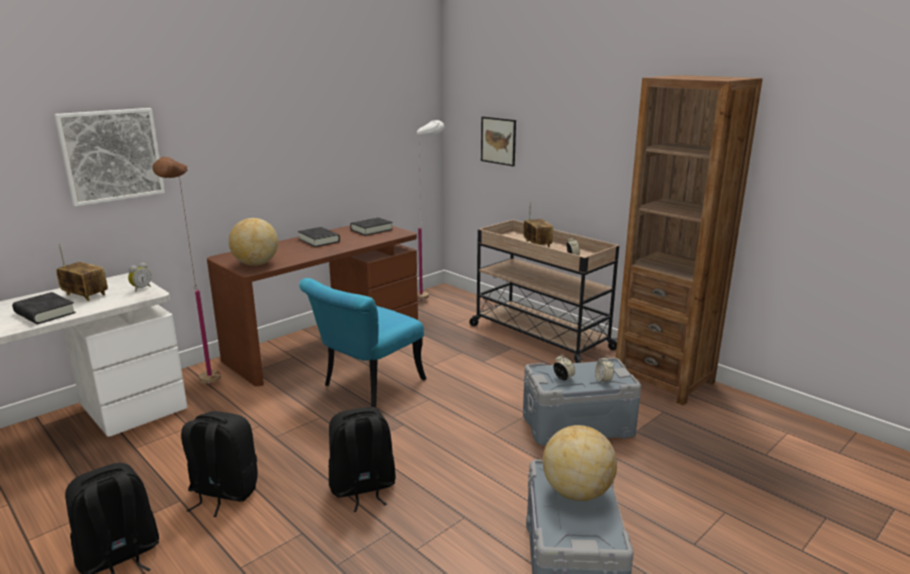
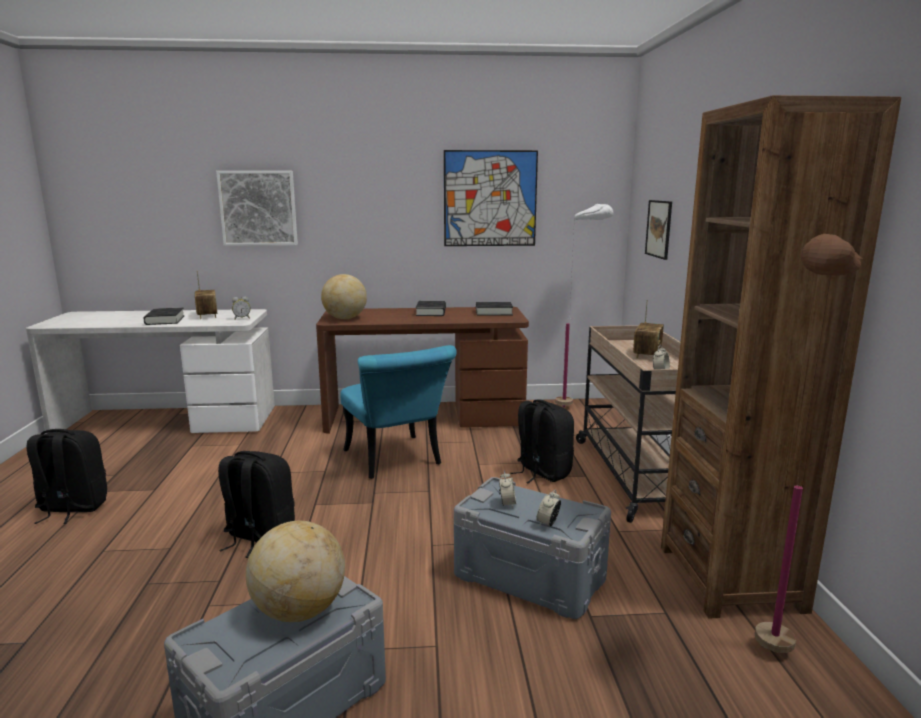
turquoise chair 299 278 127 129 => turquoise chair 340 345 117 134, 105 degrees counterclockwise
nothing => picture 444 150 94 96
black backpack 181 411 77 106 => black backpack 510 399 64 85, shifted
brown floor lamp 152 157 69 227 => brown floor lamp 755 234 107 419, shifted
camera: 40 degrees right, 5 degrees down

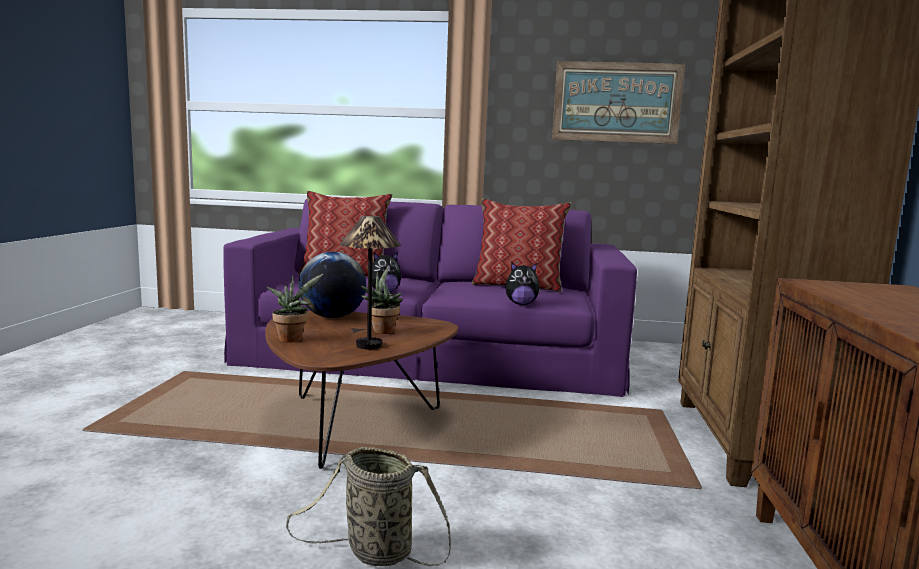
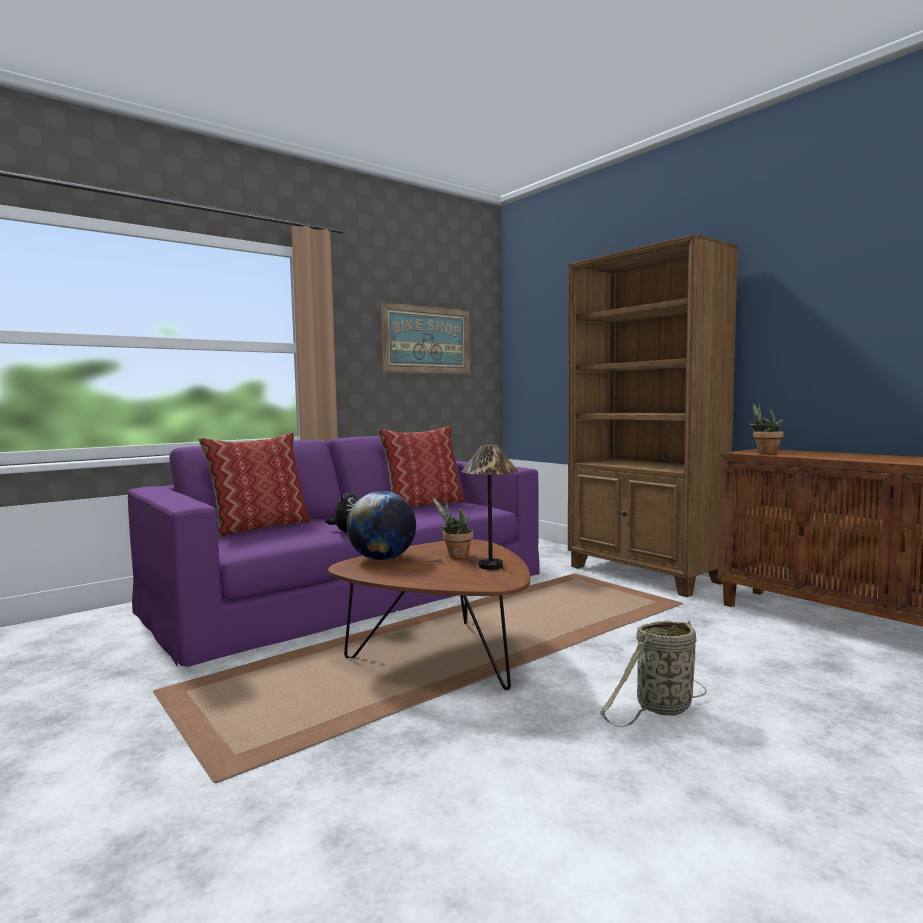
potted plant 267 274 56 69 => potted plant 749 404 34 50, shifted
plush toy 506 262 35 43 => nothing
camera: 45 degrees left, 5 degrees down

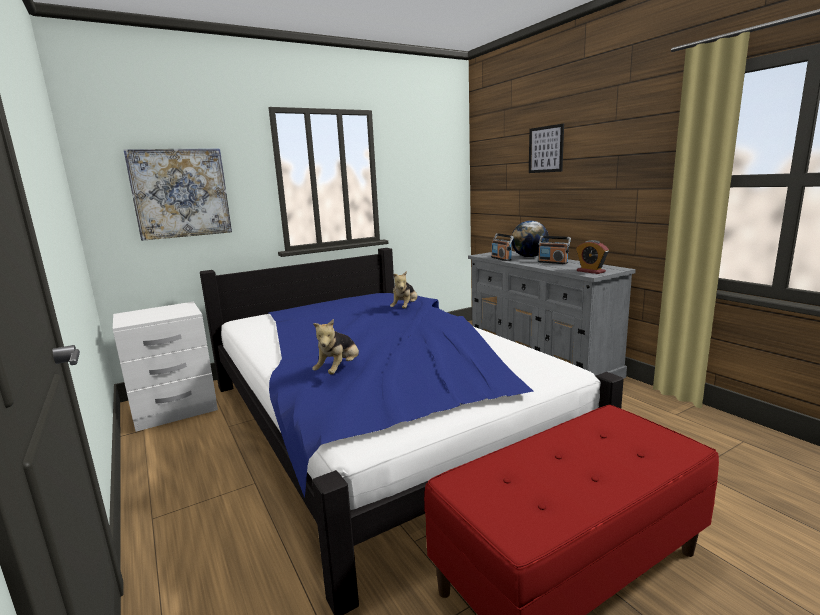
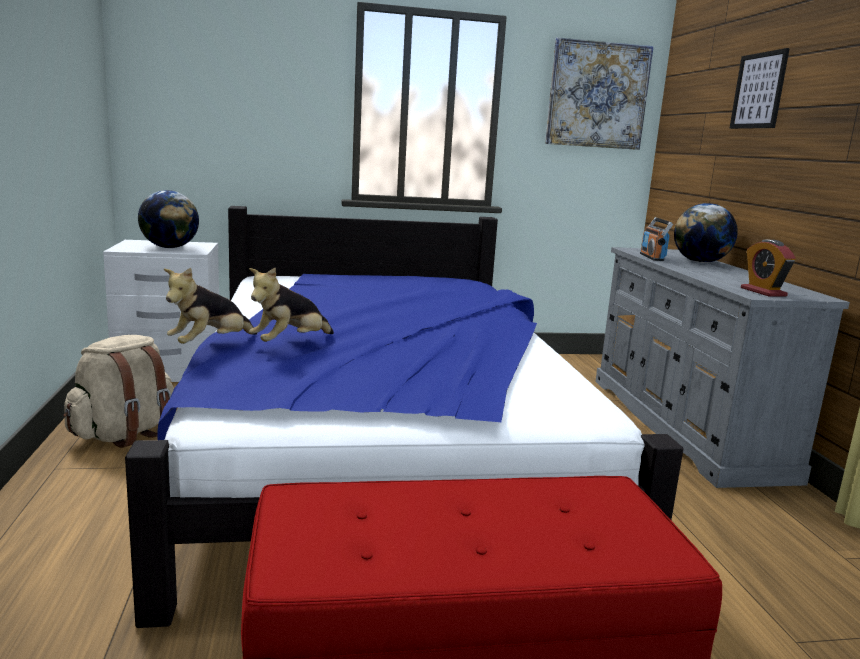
nothing => beige backpack 63 335 111 113
nothing => globe 138 190 61 58
plush toy 390 271 27 38 => plush toy 164 268 93 76, shifted
picture 124 148 108 93 => picture 545 37 109 113, shifted
radio 538 236 33 28 => nothing
camera: 20 degrees right, 0 degrees up

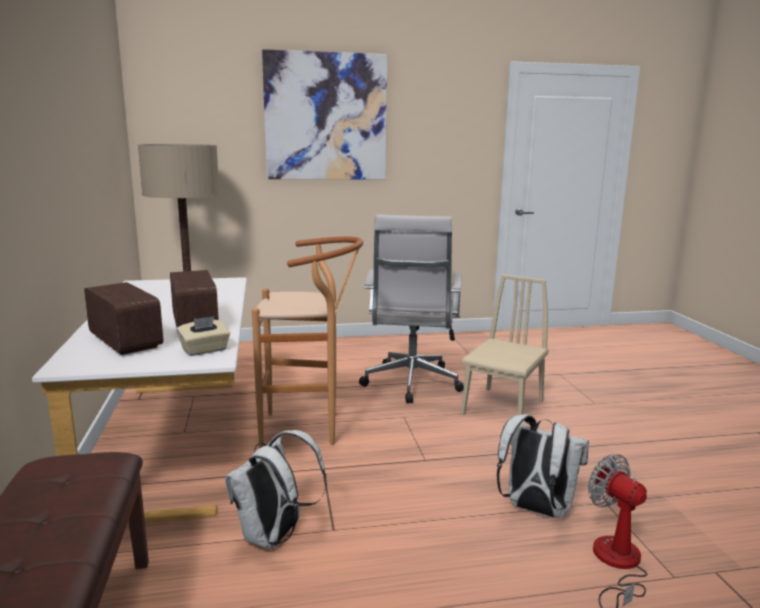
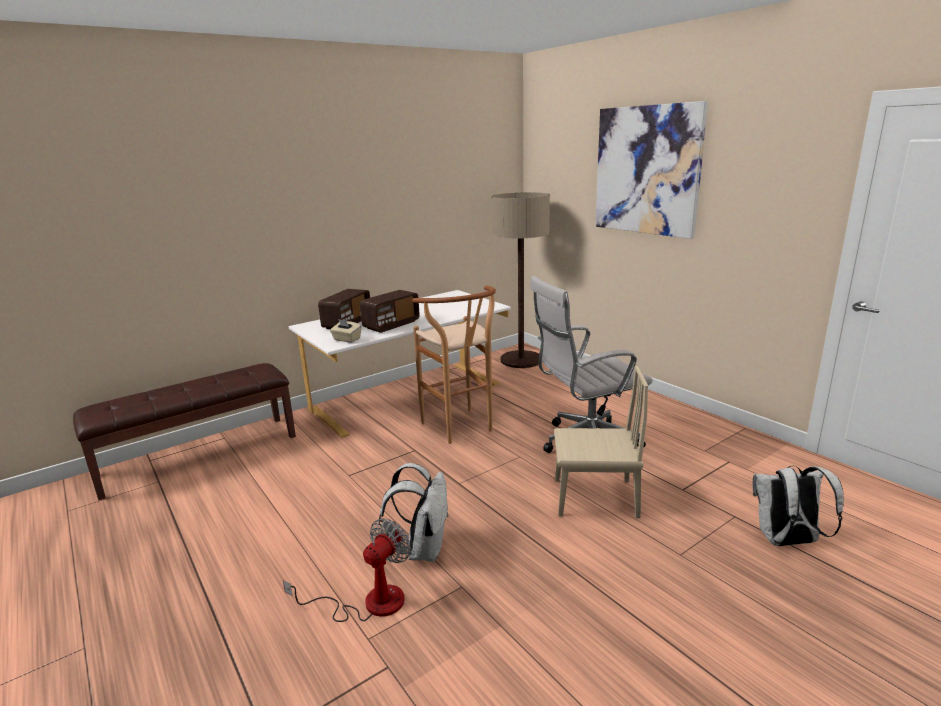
white backpack 225 430 102 119 => white backpack 753 466 91 80, shifted
camera: 65 degrees right, 5 degrees up

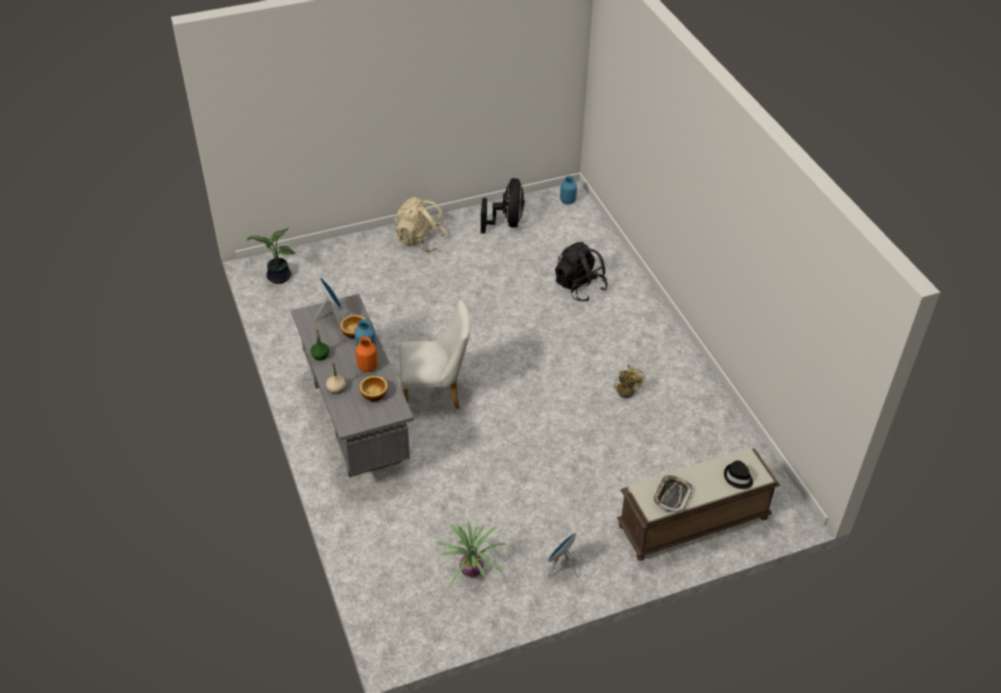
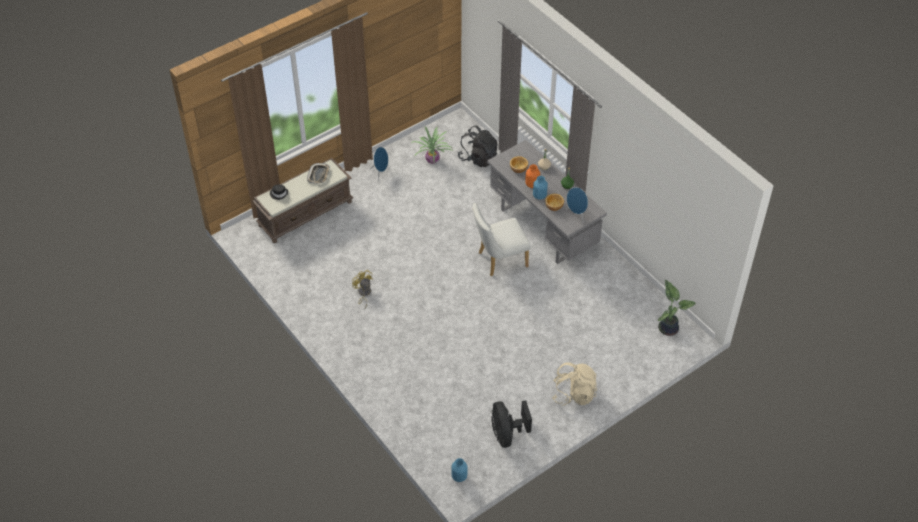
black backpack 555 242 53 59 => black backpack 458 126 40 41, shifted
camera: 165 degrees right, 5 degrees up

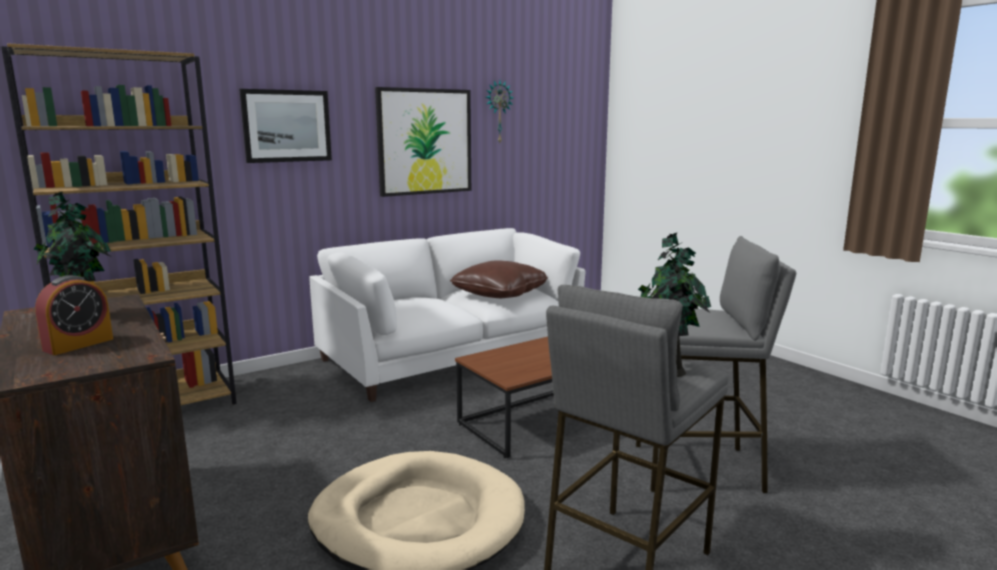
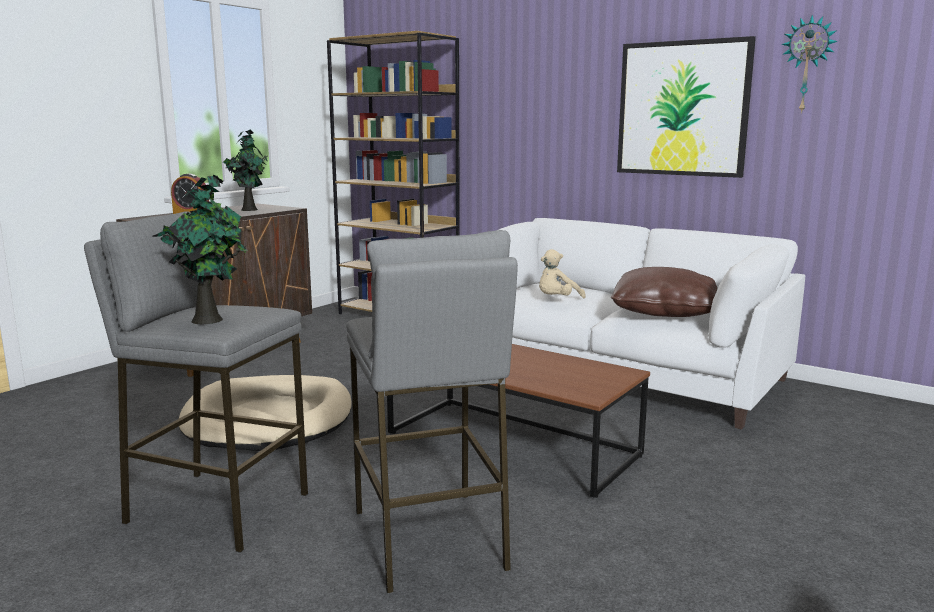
nothing => beige plush toy 539 249 47 49
picture 239 89 93 74 => nothing
camera: 70 degrees right, 0 degrees up

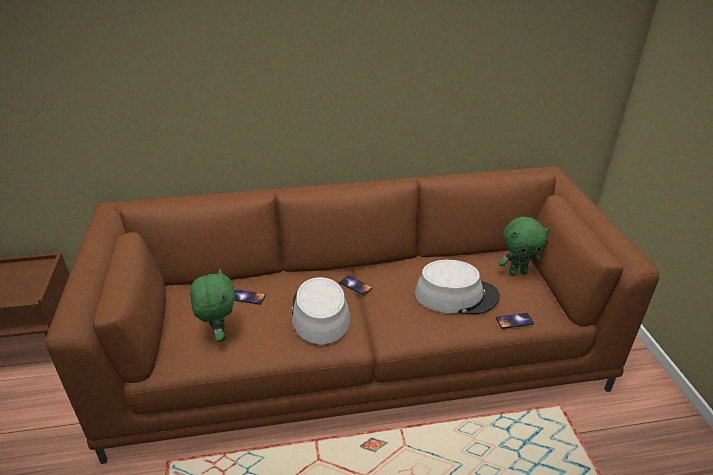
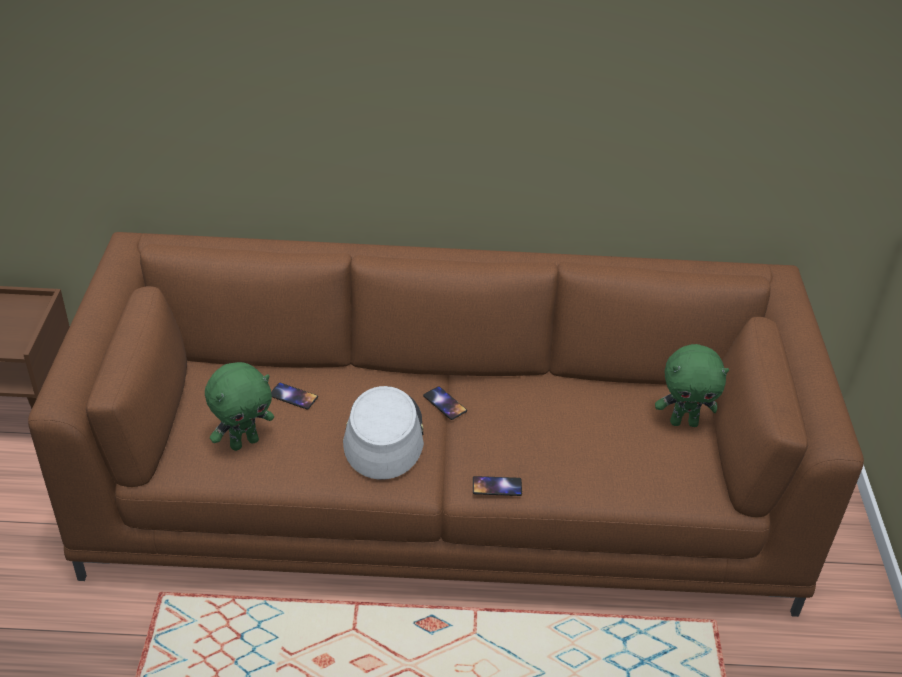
green plush toy 190 268 45 74 => green plush toy 205 362 69 89, 60 degrees clockwise
phone 496 313 38 16 => phone 473 476 49 20, shifted
grey hat 415 260 85 54 => nothing
camera: 10 degrees right, 5 degrees up

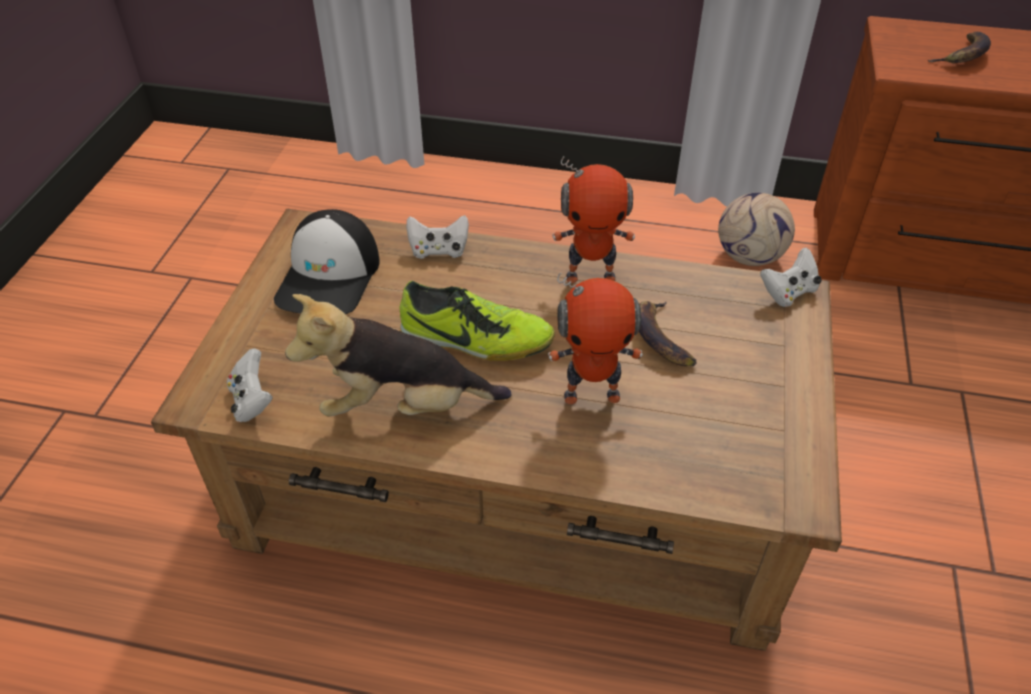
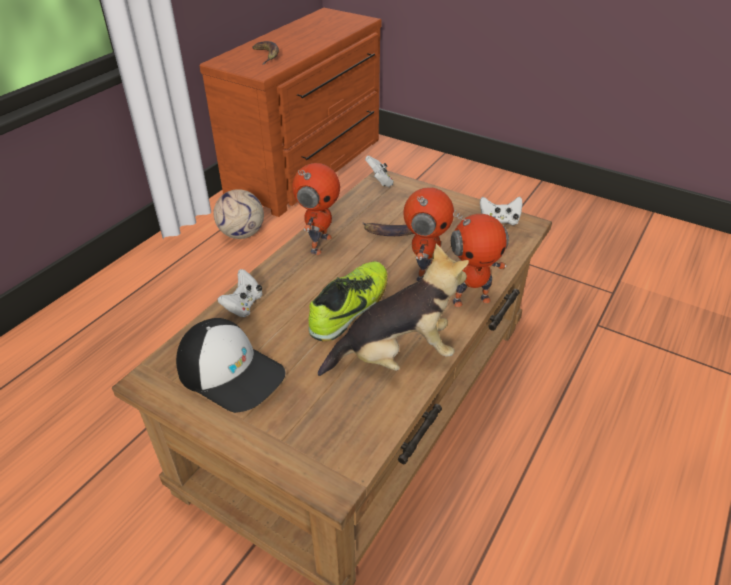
plush toy 285 294 227 123 => plush toy 318 243 151 133, 120 degrees counterclockwise
nothing => toy robot 451 210 58 97
white game controller 227 348 46 74 => white game controller 480 196 42 29, shifted
camera: 70 degrees left, 5 degrees down

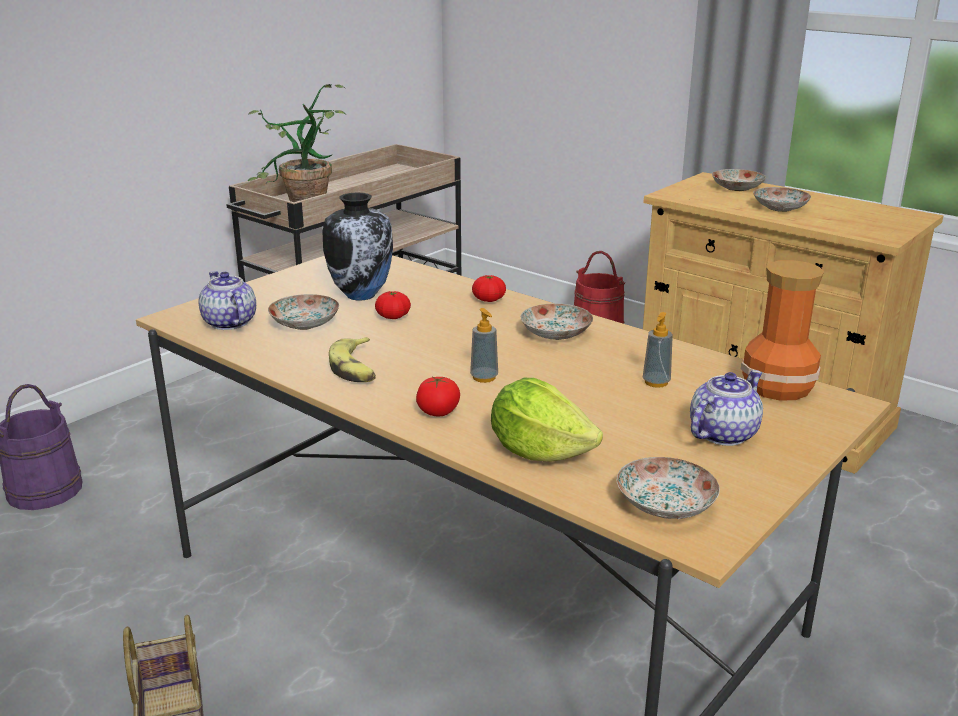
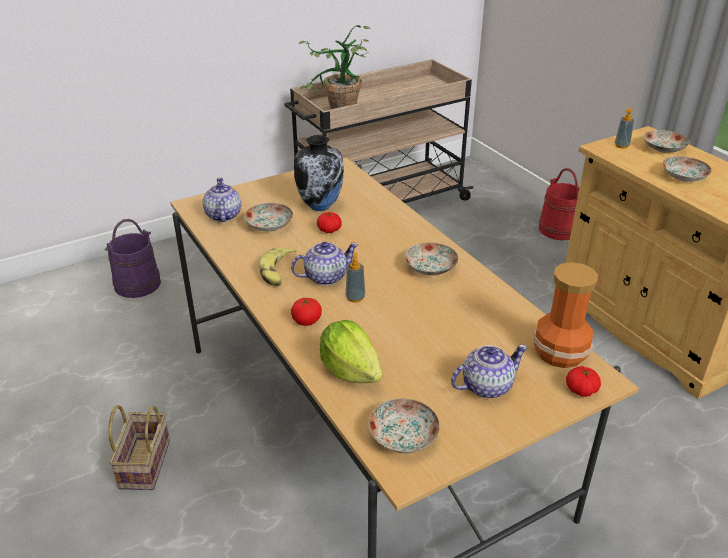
nothing => teapot 291 242 68 43
tomato 472 275 34 27 => tomato 566 366 35 31, shifted
soap dispenser 643 312 30 76 => soap dispenser 615 108 19 41, shifted
camera: 20 degrees right, 10 degrees up

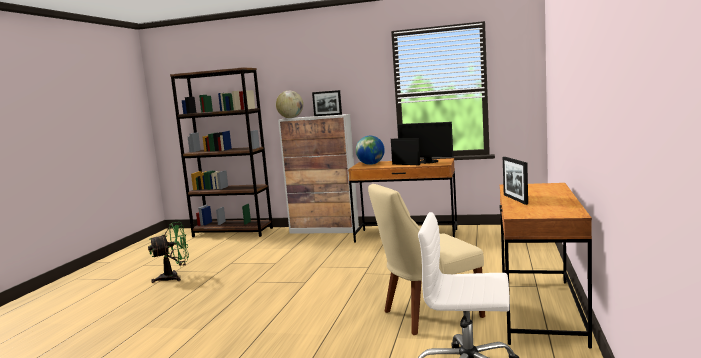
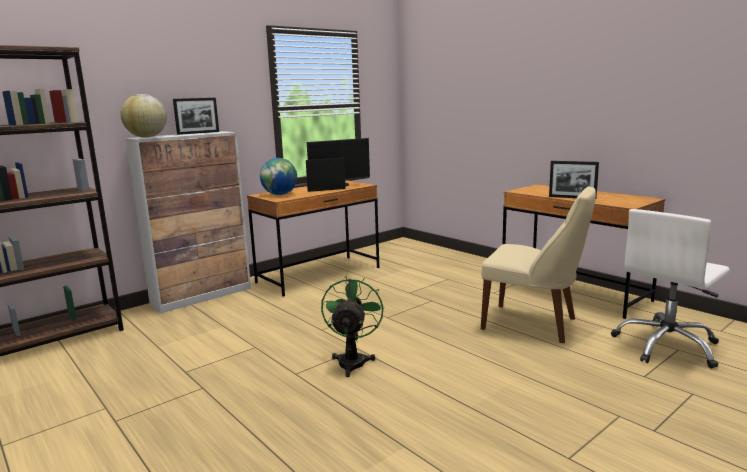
green fan 148 222 41 61 => green fan 321 276 63 101, shifted
beige chair 368 184 117 151 => beige chair 481 186 115 157, 75 degrees counterclockwise
camera: 55 degrees left, 5 degrees up

